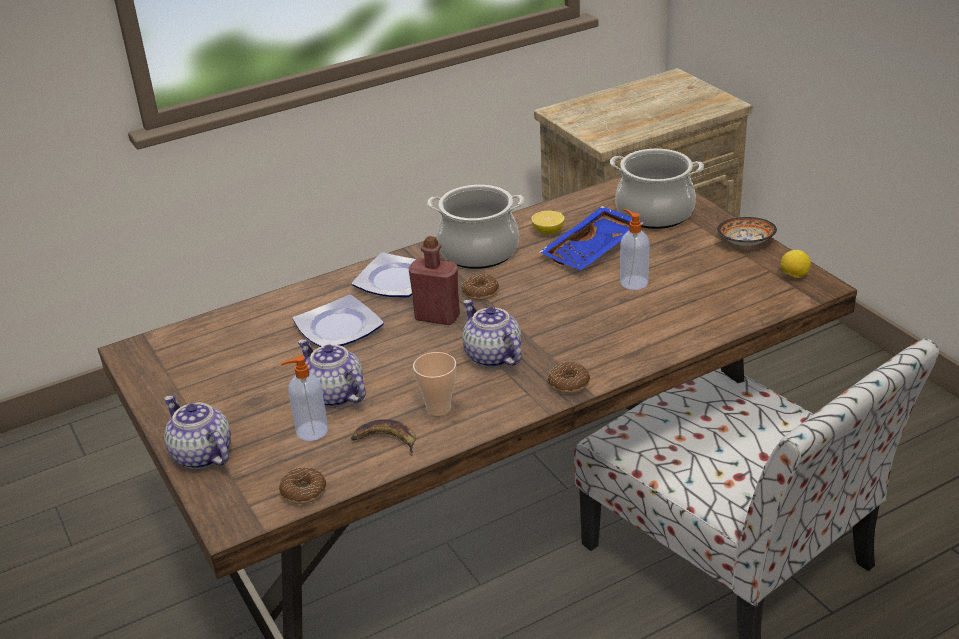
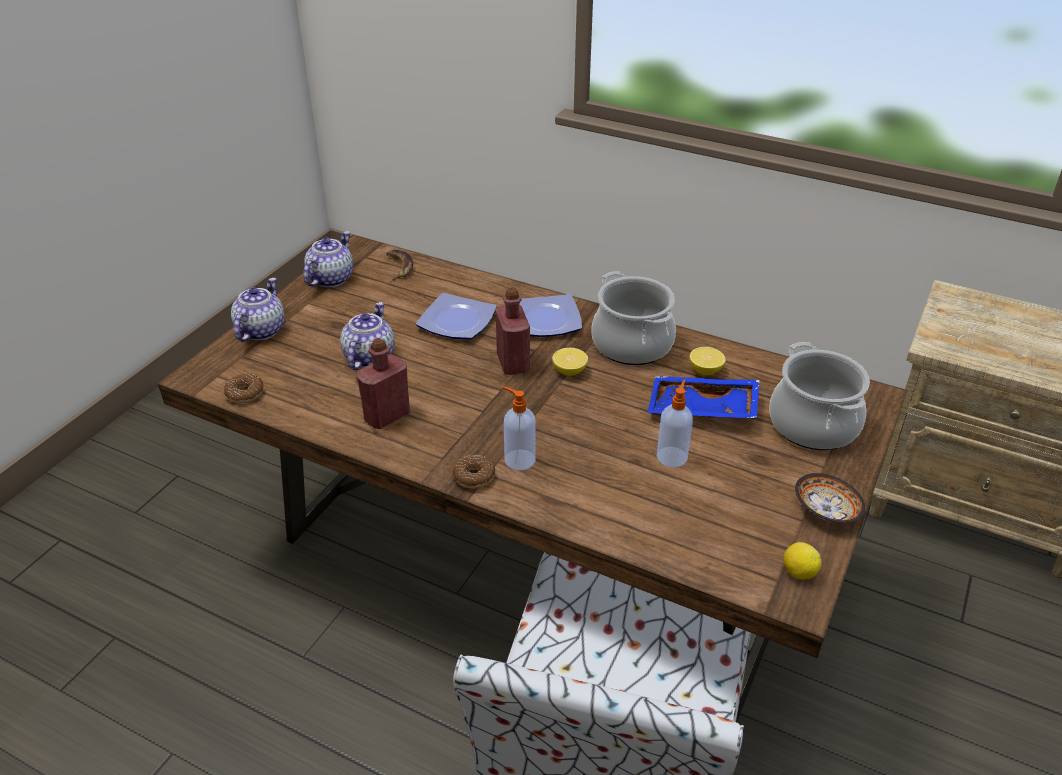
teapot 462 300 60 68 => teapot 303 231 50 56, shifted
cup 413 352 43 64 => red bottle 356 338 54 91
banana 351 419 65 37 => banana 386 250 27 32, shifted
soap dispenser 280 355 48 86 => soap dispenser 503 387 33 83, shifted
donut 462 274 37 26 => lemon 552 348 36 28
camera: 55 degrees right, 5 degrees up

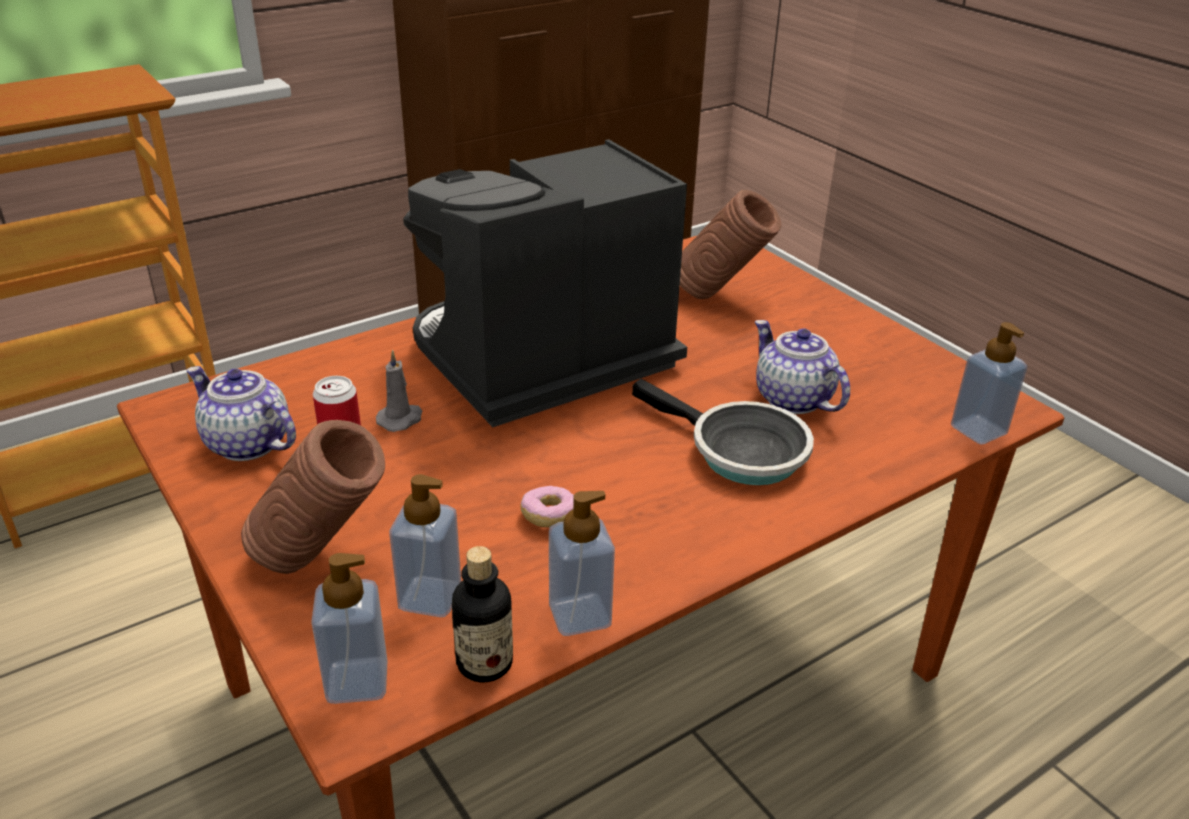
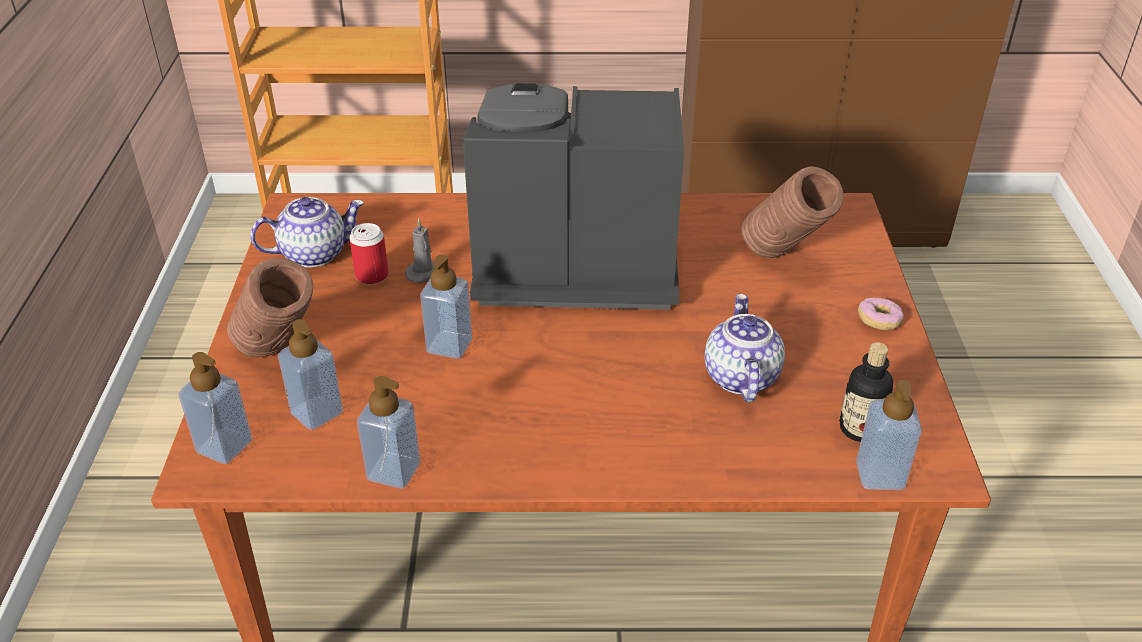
teapot 186 366 110 95 => teapot 251 197 113 70, 90 degrees clockwise
nothing => soap dispenser 420 255 52 104
bottle 452 546 61 136 => bottle 839 342 55 100, shifted
donut 520 486 54 41 => donut 858 298 46 32, shifted
frying pan 632 379 182 106 => nothing
camera: 35 degrees right, 5 degrees up

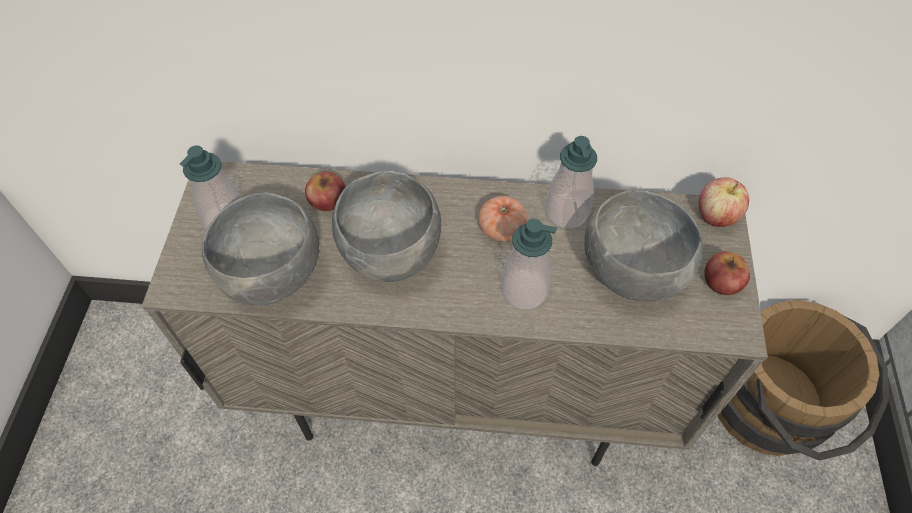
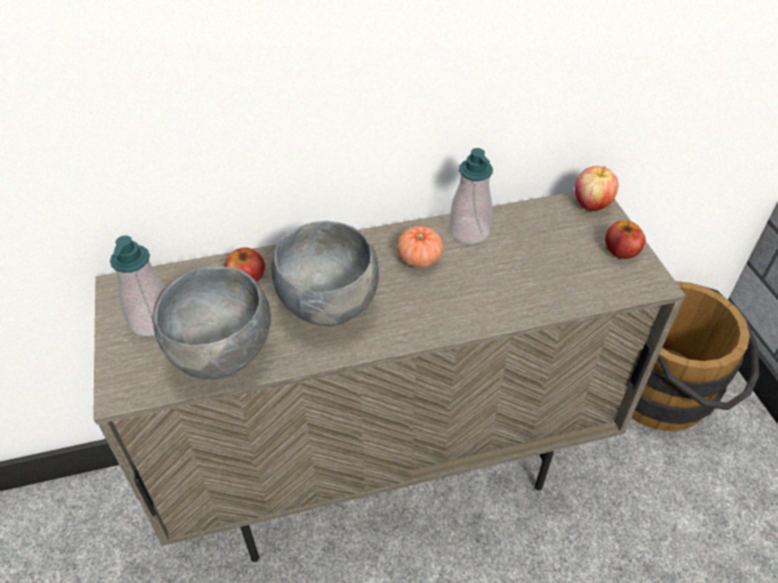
soap dispenser 501 219 56 91 => nothing
grey bowl 584 190 119 112 => nothing
camera: 20 degrees left, 10 degrees down

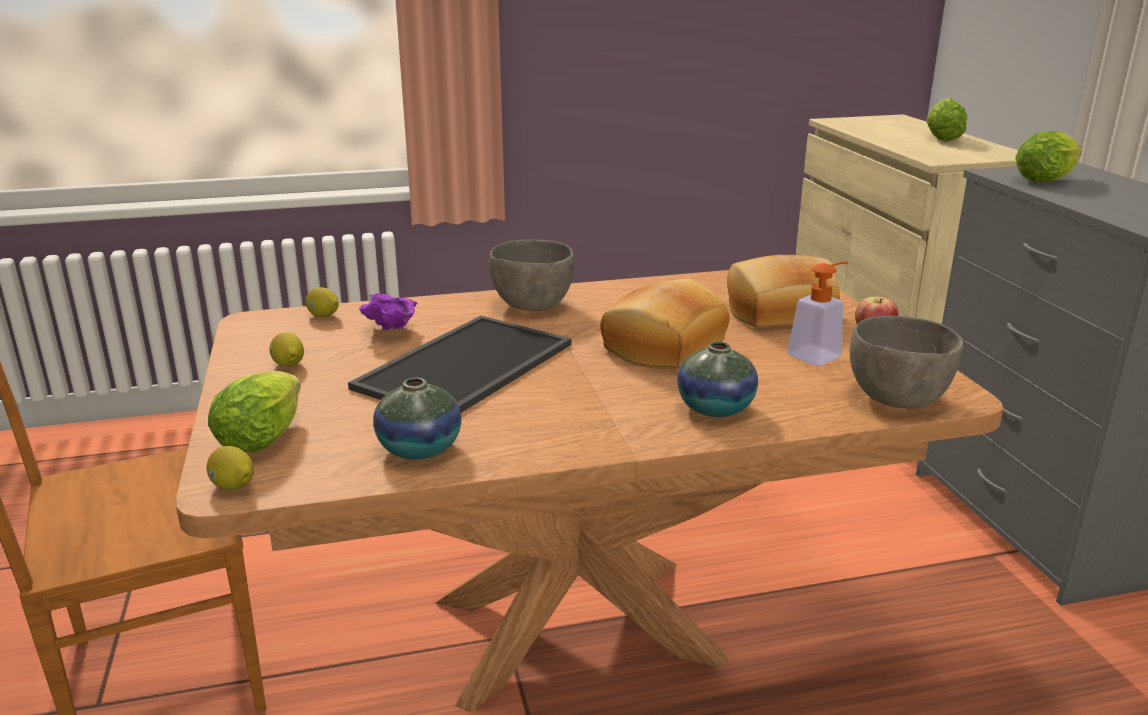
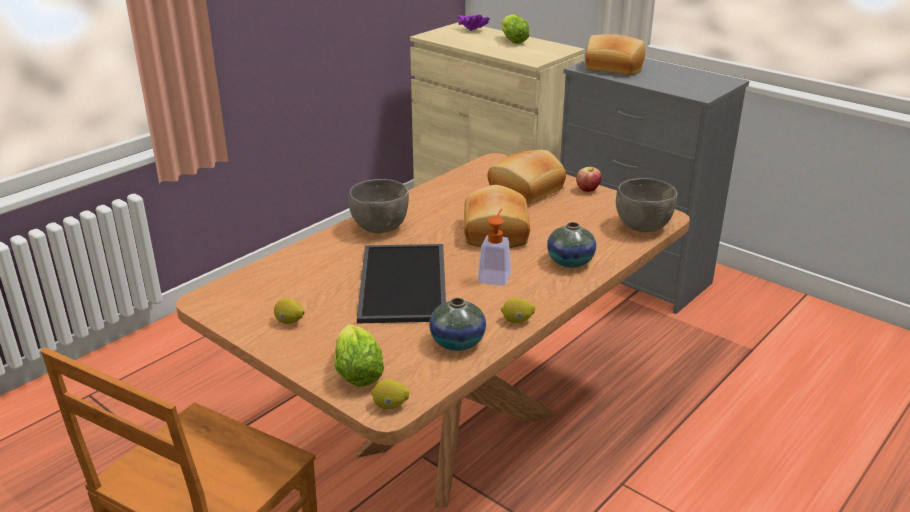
purple bowl 359 293 58 38 => purple bowl 457 14 33 17, shifted
soap dispenser 787 261 62 105 => soap dispenser 478 209 33 77, shifted
lemon 306 287 33 30 => lemon 501 298 34 25, shifted
lettuce 1015 131 67 51 => bread 585 34 60 41
camera: 35 degrees left, 5 degrees up

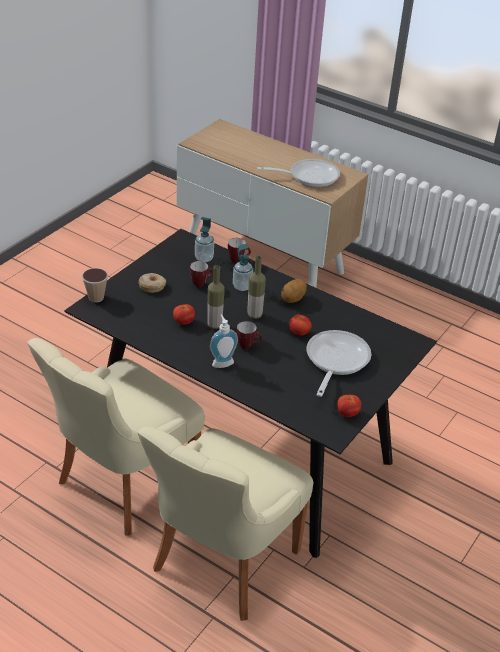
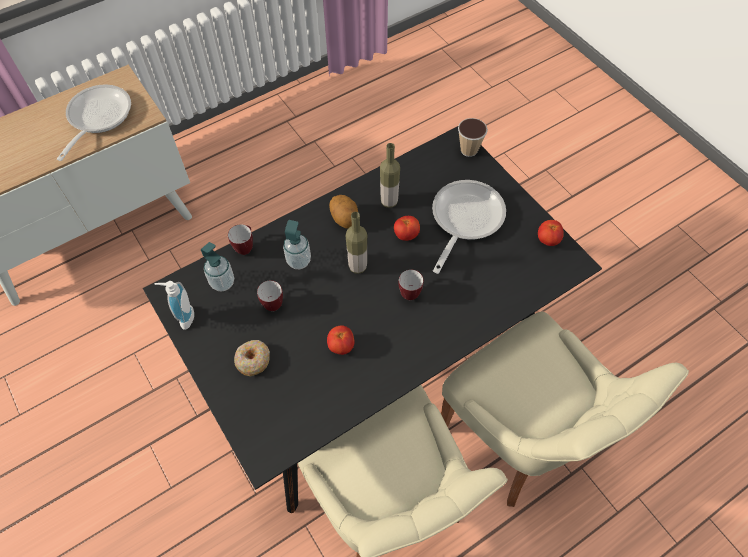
soap dispenser 210 314 28 54 => soap dispenser 155 281 39 49, shifted
bottle 207 265 18 64 => bottle 380 143 20 65, shifted
frying pan 307 330 64 67 => frying pan 432 180 74 94, 75 degrees clockwise
cup 82 268 26 34 => cup 458 118 30 39, shifted
camera: 65 degrees left, 20 degrees up

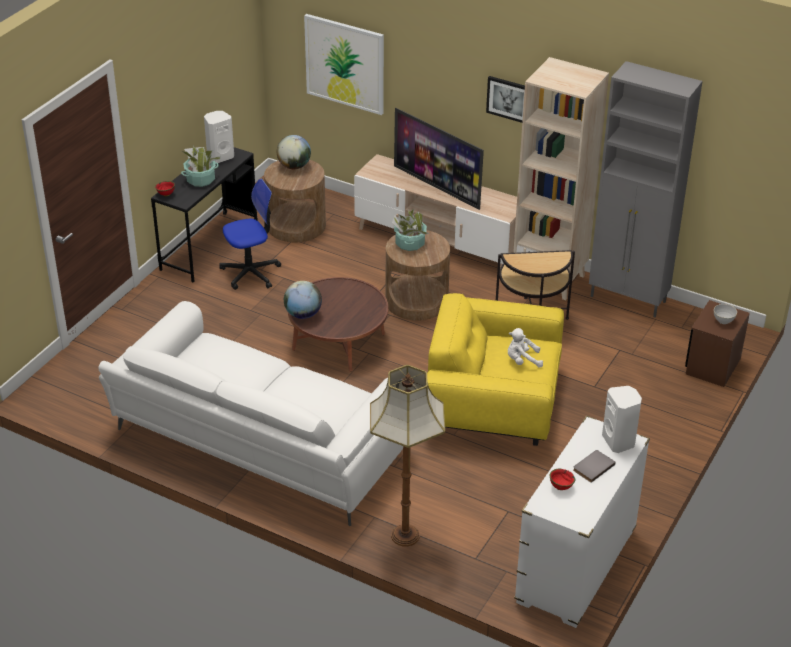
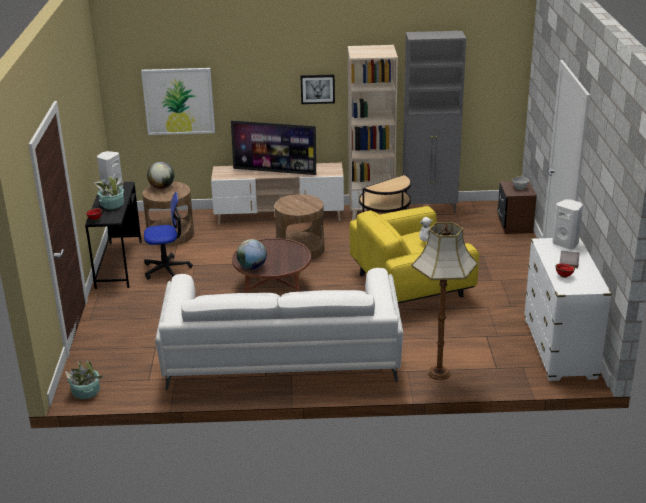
potted plant 392 209 37 42 => potted plant 66 360 38 39, shifted
office chair 219 178 62 112 => office chair 144 192 49 87, 45 degrees clockwise
camera: 30 degrees left, 10 degrees down

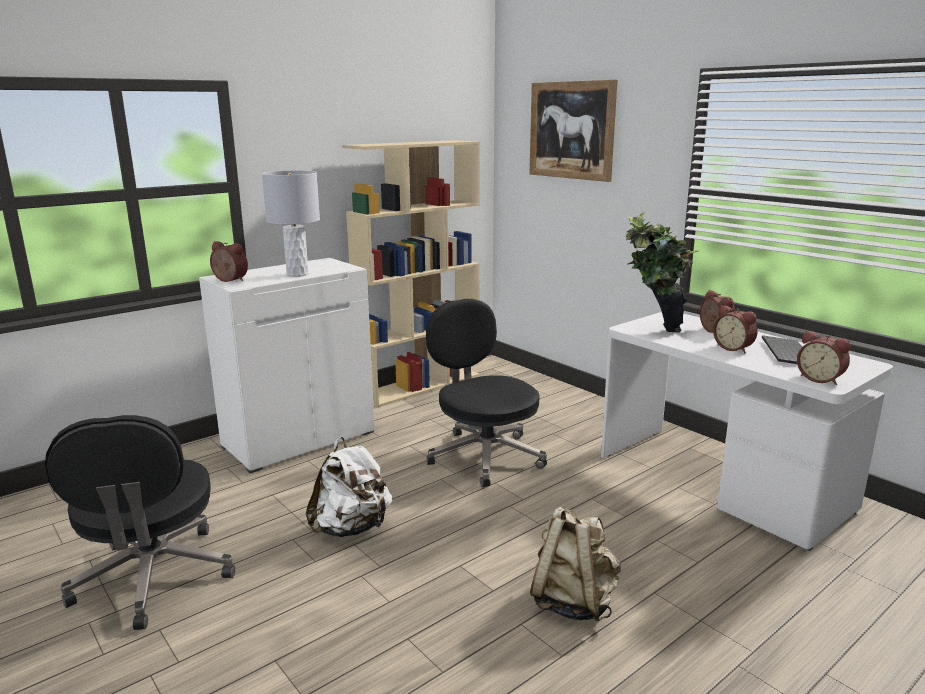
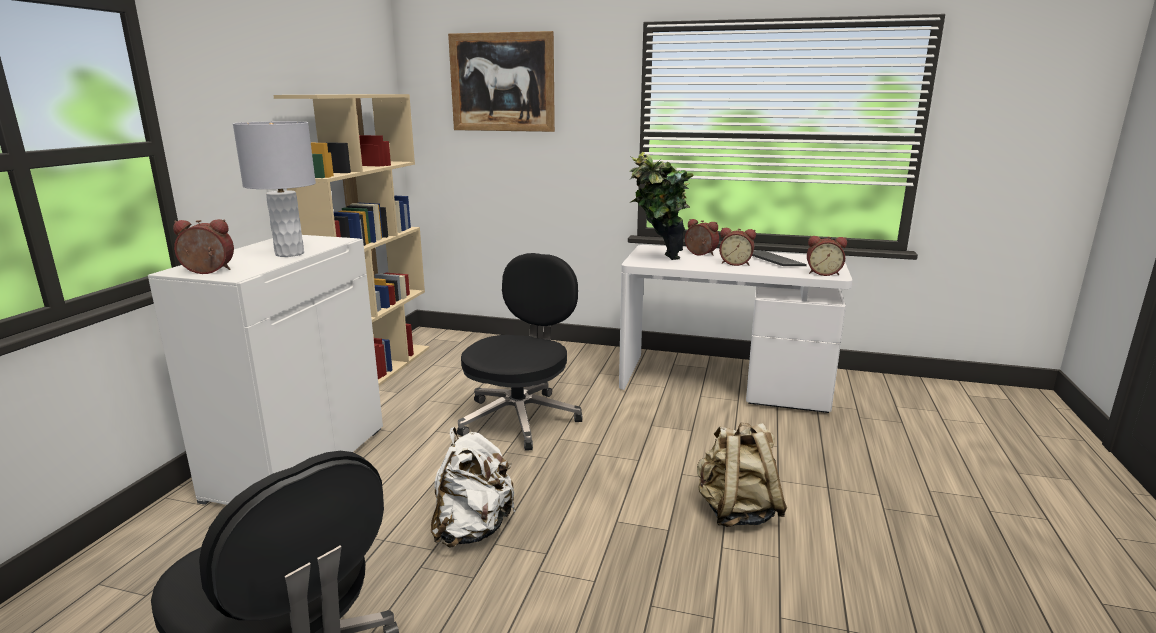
black office chair 426 299 121 188 => black office chair 457 253 125 198, 90 degrees clockwise
camera: 35 degrees left, 0 degrees up

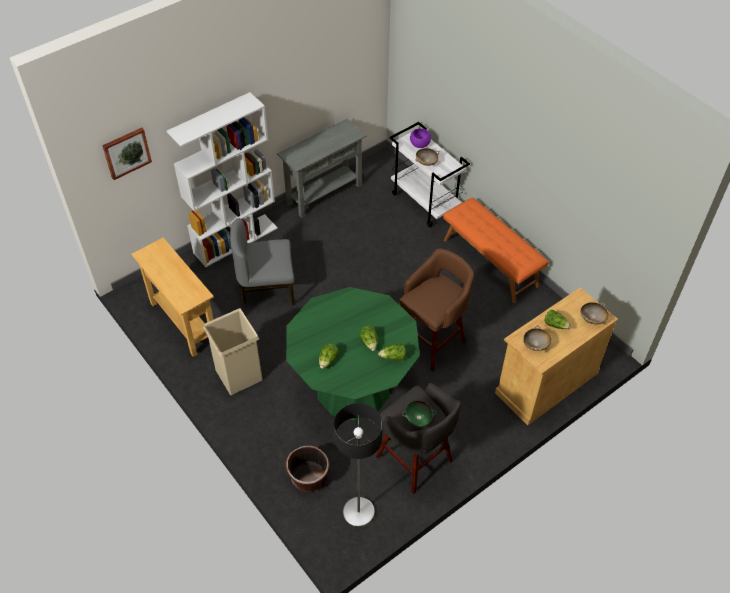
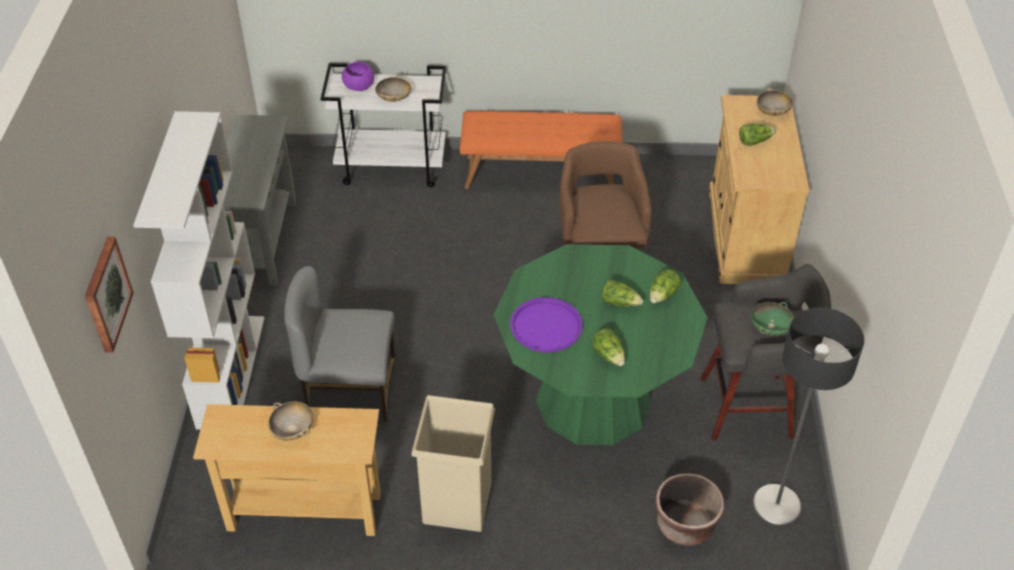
beige bowl 523 325 29 27 => beige bowl 268 401 45 40, shifted
grey chair 230 218 65 87 => grey chair 284 266 112 156, 60 degrees clockwise
nothing => purple tray 510 297 73 56
camera: 50 degrees left, 5 degrees down

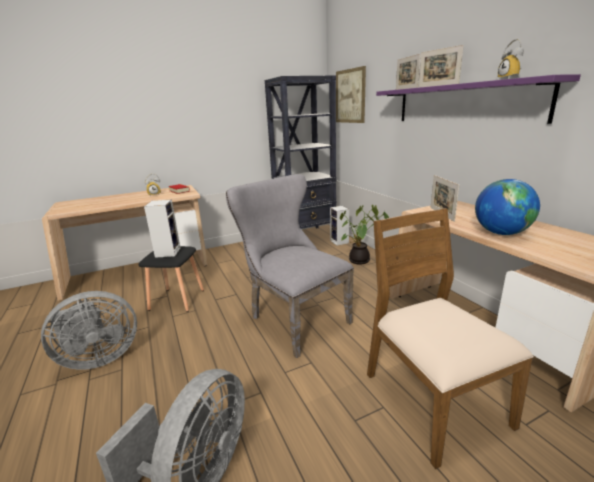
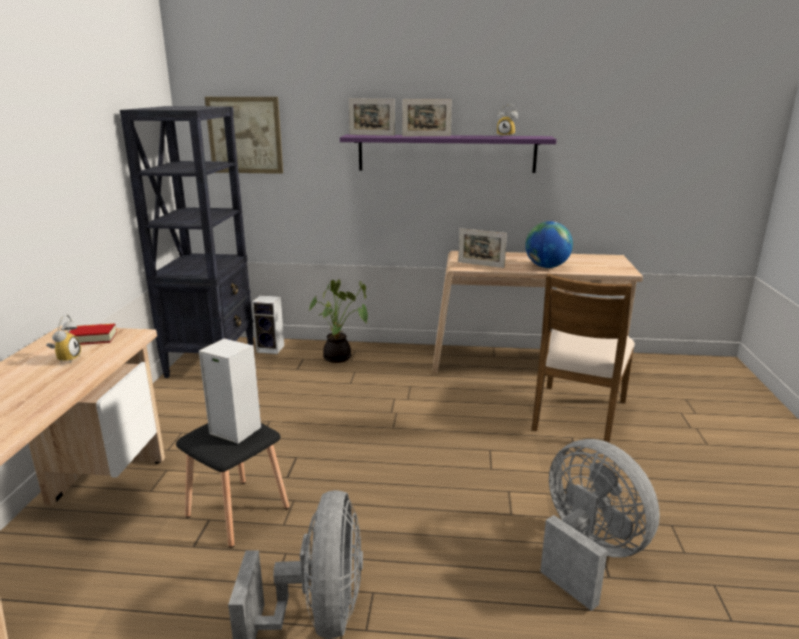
brown chair 367 208 167 261 => brown chair 532 274 103 169, 75 degrees counterclockwise
grey chair 226 174 128 184 => nothing
camera: 60 degrees left, 0 degrees up

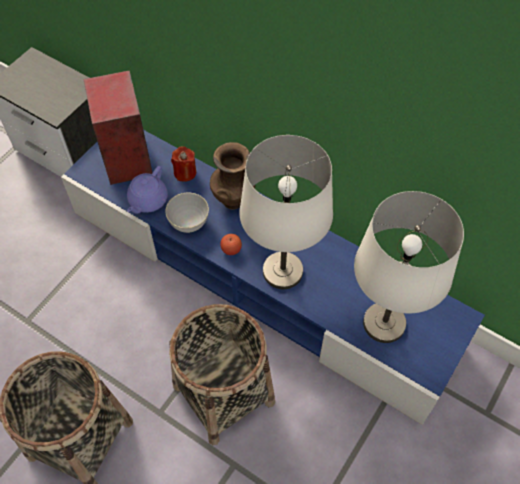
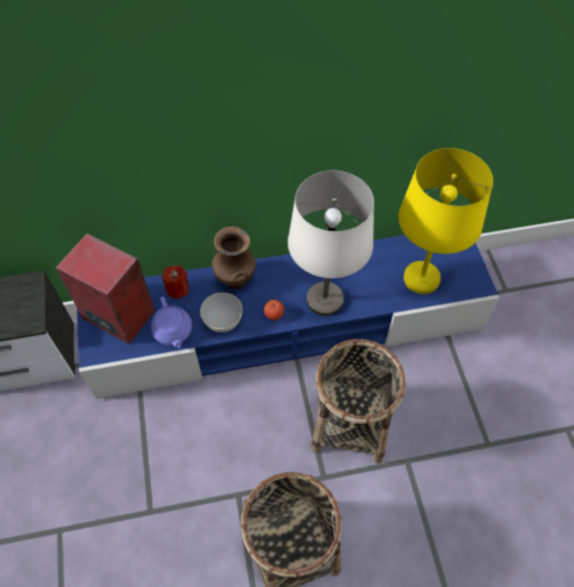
white table lamp 354 191 110 152 => yellow table lamp 398 148 95 146
camera: 45 degrees left, 0 degrees up

